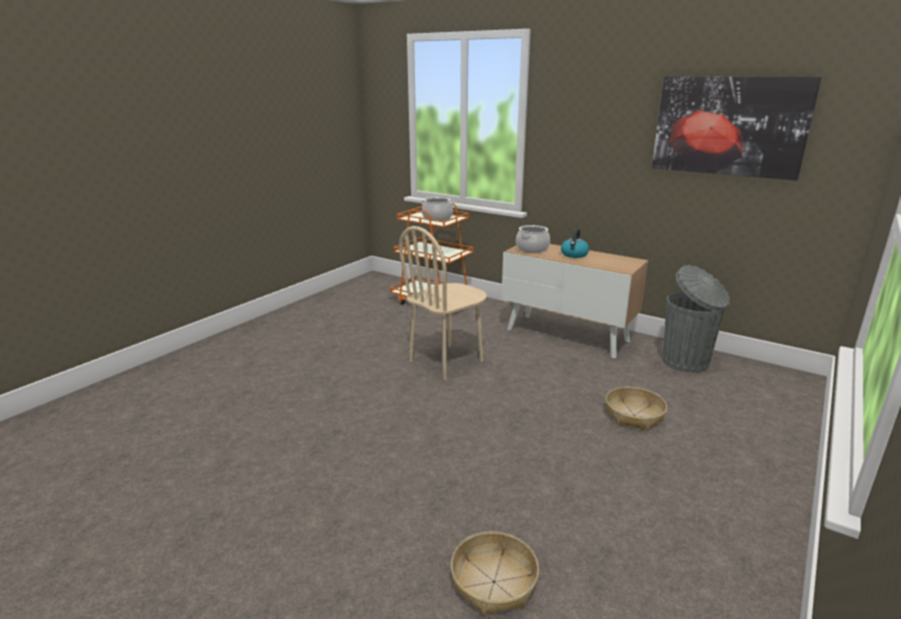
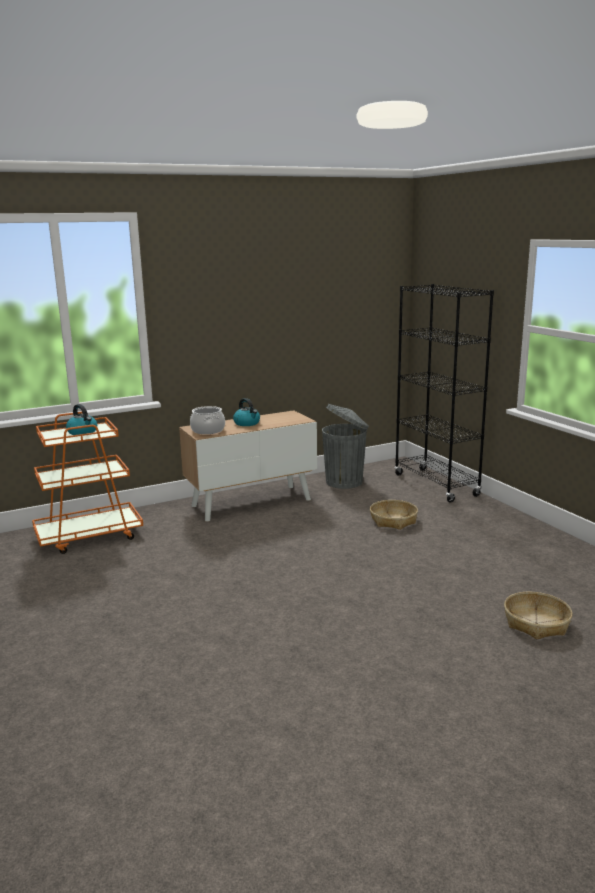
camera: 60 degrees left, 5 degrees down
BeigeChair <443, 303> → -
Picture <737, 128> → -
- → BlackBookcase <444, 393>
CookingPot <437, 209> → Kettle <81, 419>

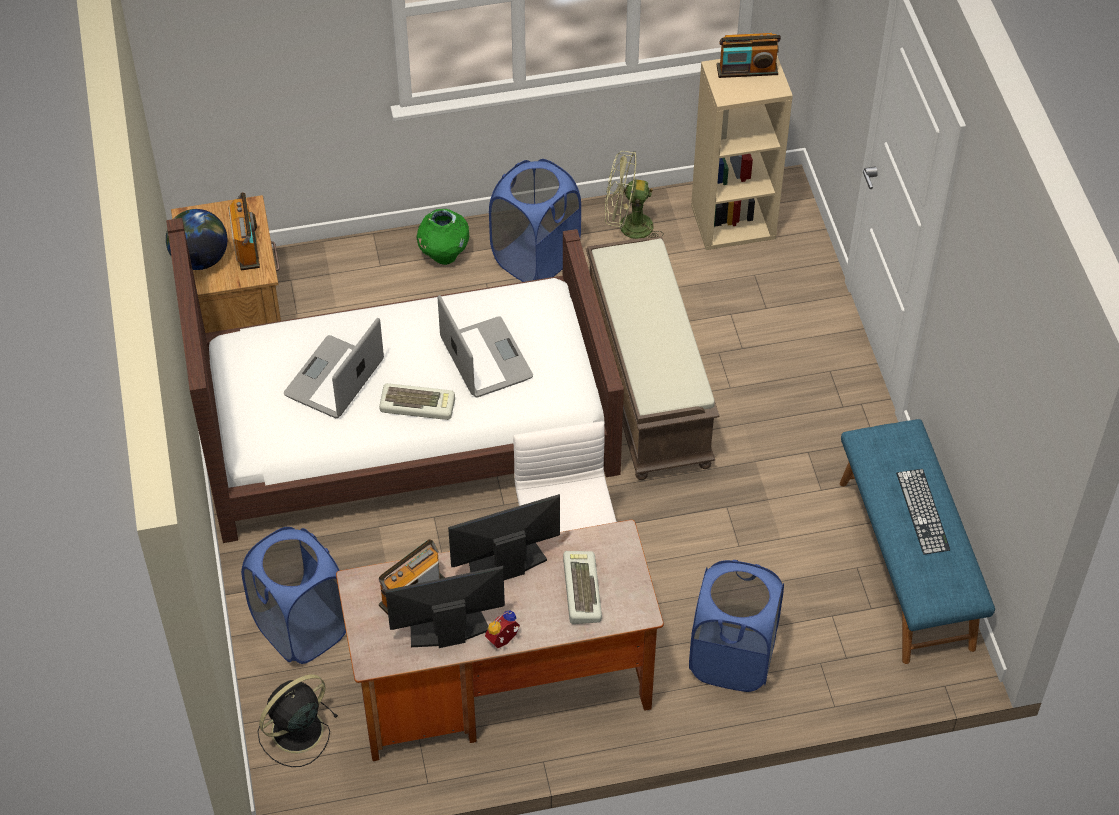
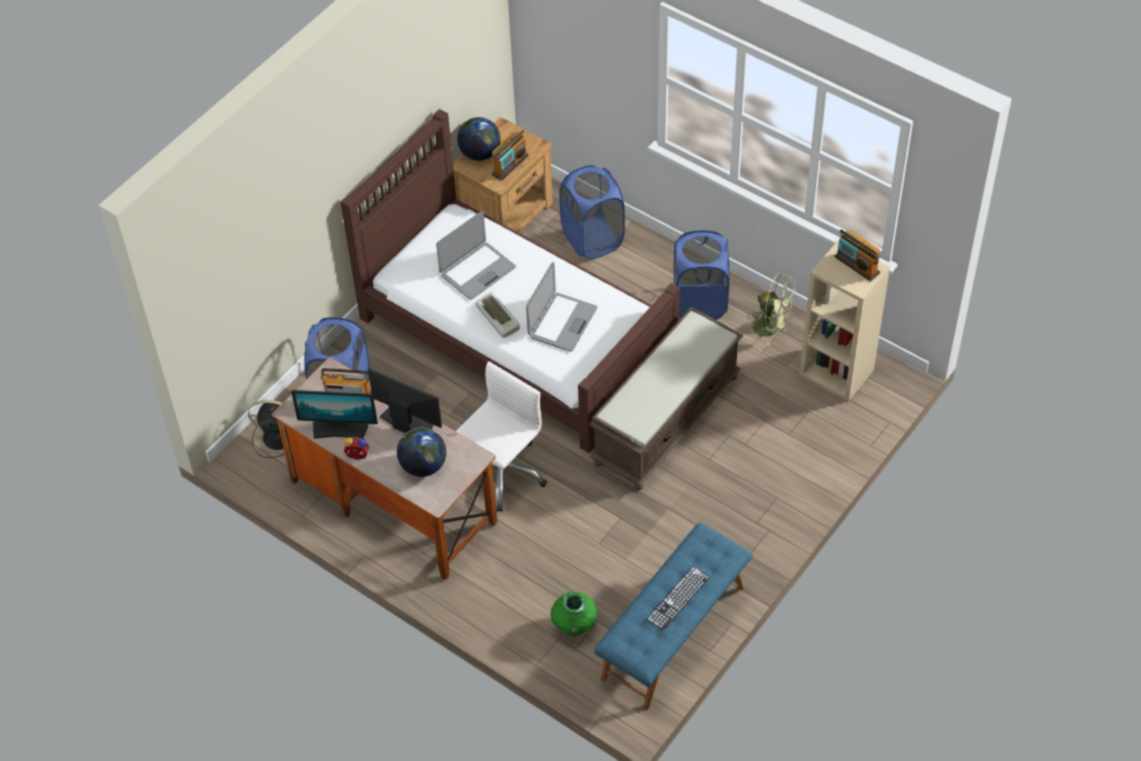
camera: 50 degrees right, 0 degrees up
GreenVase <443, 237> → GreenVase <573, 614>, move
BlueLaundryBasket <736, 626> → BlueLaundryBasket <592, 212>, move
Keyboard <582, 587> → Globe <421, 452>
Laptop <334, 368> → Laptop <476, 255>, 150 degrees clockwise
Monitor <445, 607> → Monitor <334, 414>, 150 degrees clockwise
GreenFan <634, 195> → GreenFan <773, 309>, 150 degrees clockwise

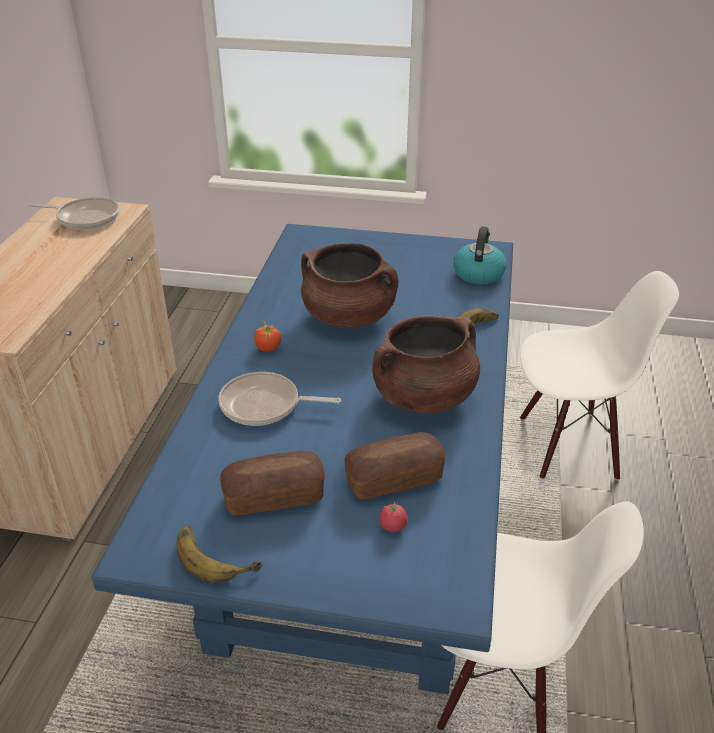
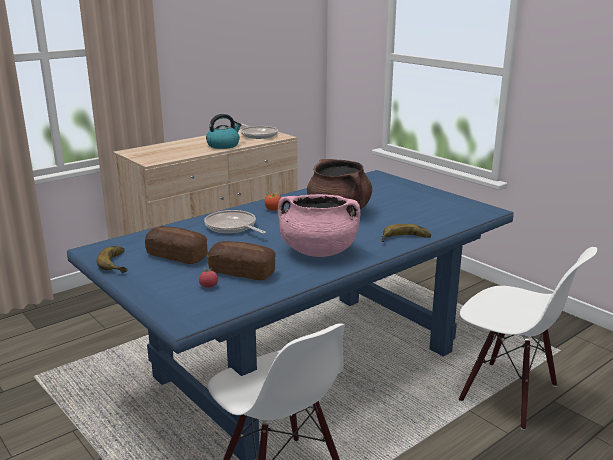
camera: 40 degrees right, 15 degrees down
Kettle <479, 255> → Kettle <224, 131>, move
BrownCookingPot <426, 364> → PinkCookingPot <319, 225>

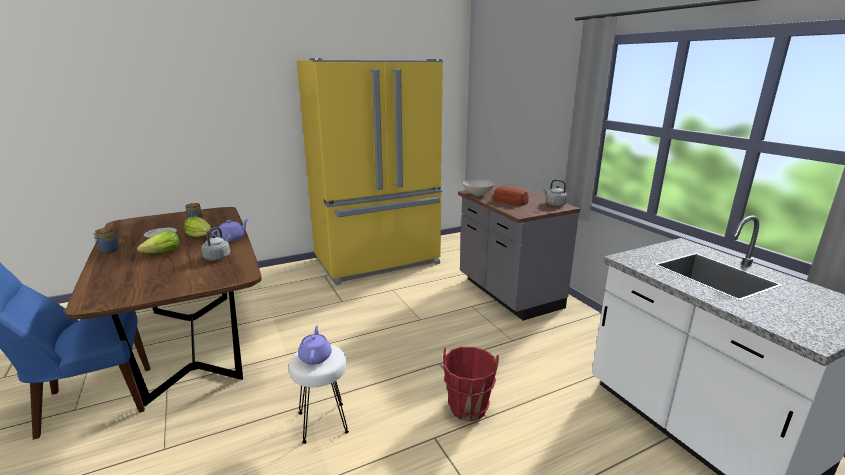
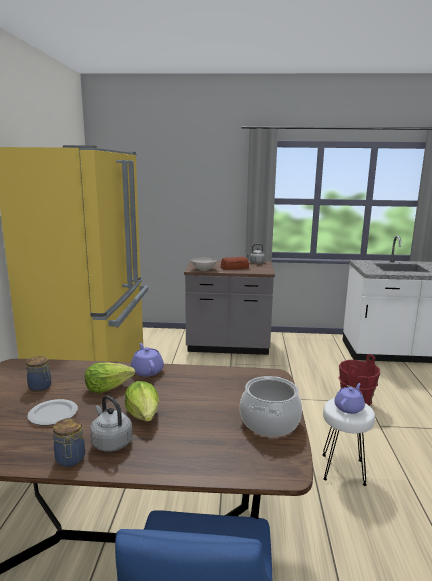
camera: 60 degrees left, 5 degrees down
- → CookingPot <271, 406>
GreyKettle <216, 244> → GreyKettle <111, 423>, move
PurpleTeapot <315, 345> → PurpleTeapot <349, 398>, 105 degrees clockwise

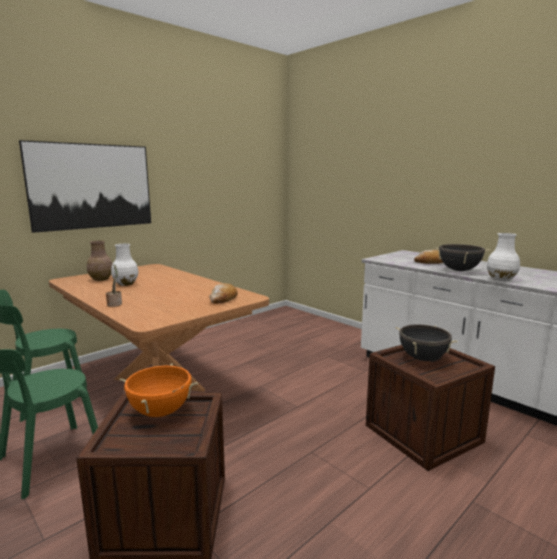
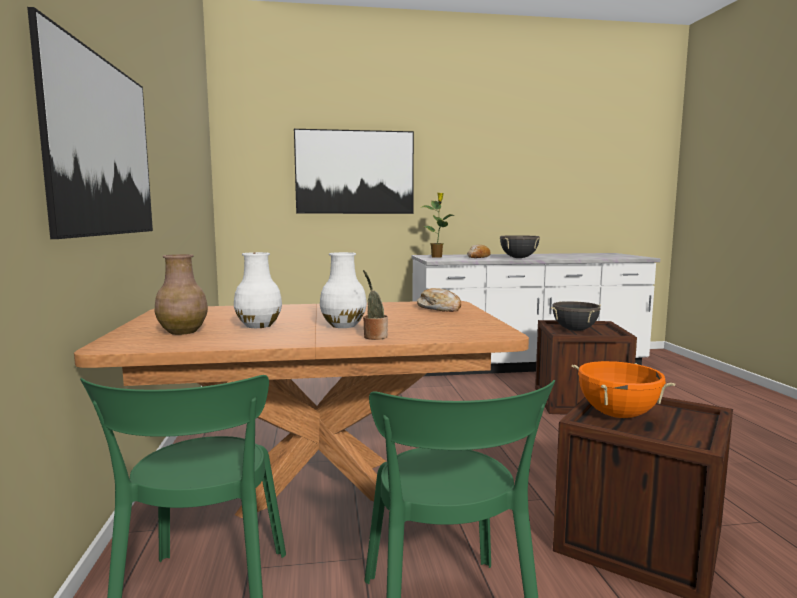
camera: 55 degrees left, 5 degrees down
- → Picture <354, 171>
- → PottedPlant <437, 225>
WhiteVase <503, 257> → WhiteVase <343, 290>, move

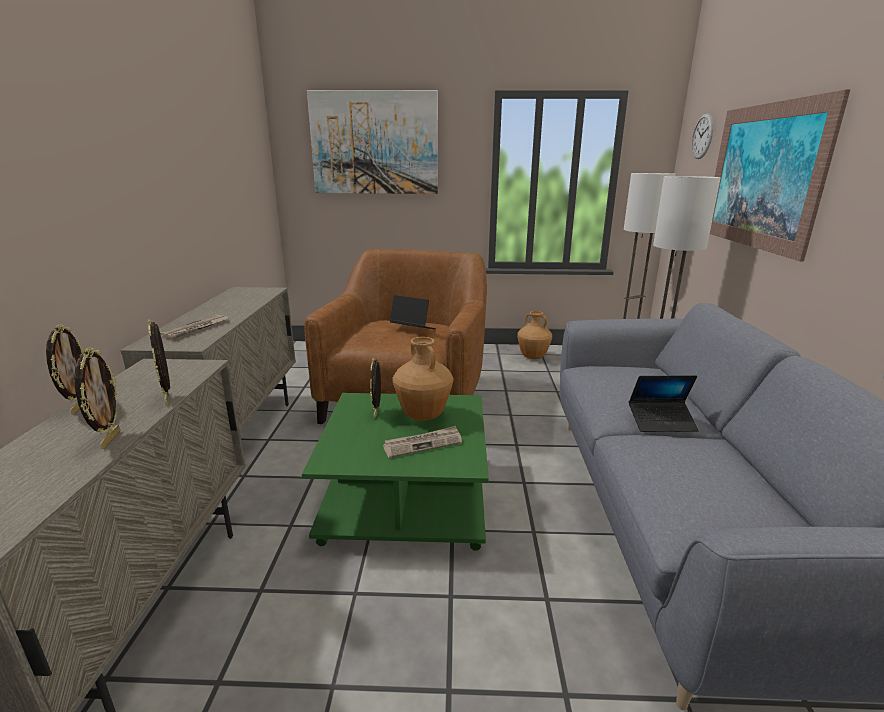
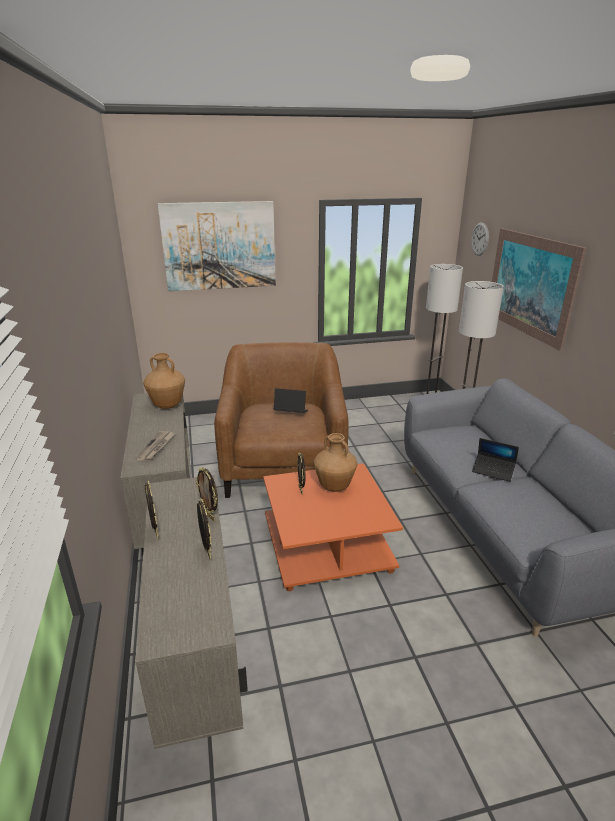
camera: 15 degrees left, 5 degrees up
Newspaper <422, 442> → -
BrownVase <534, 335> → BrownVase <164, 381>, move
GreenCoffeeTable <395, 472> → OrangeCoffeeTable <333, 527>
Laptop <664, 403> → Laptop <495, 460>, 45 degrees clockwise

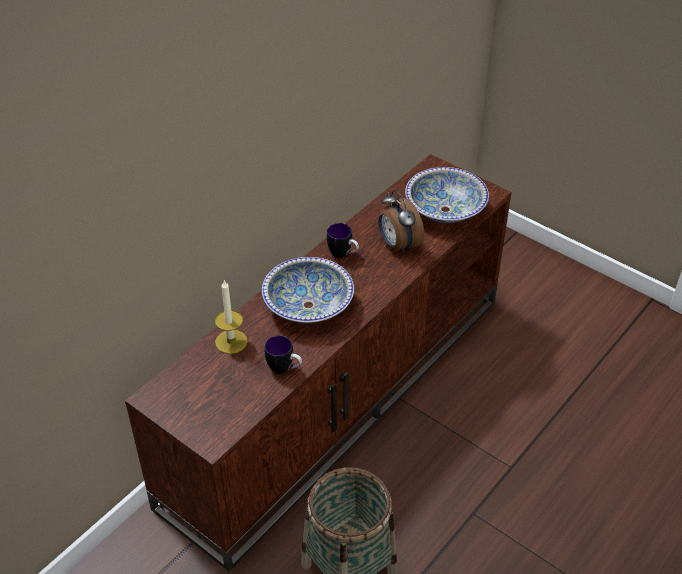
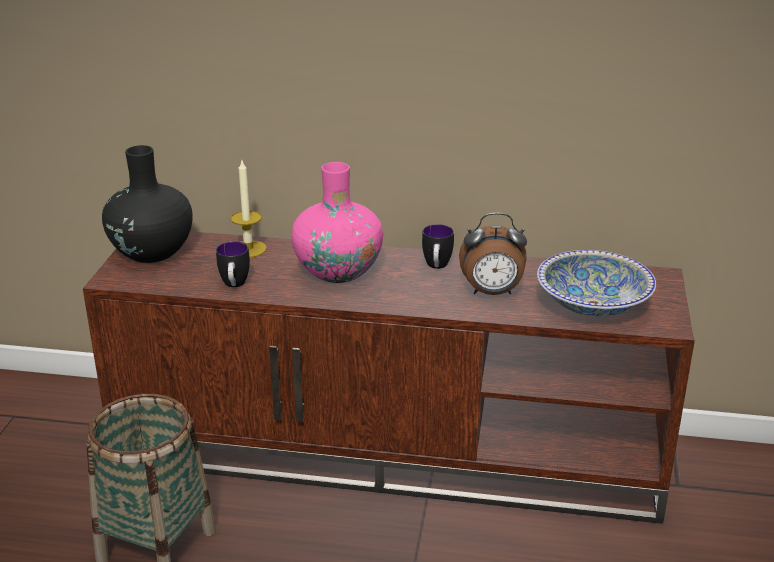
camera: 60 degrees right, 15 degrees down
- → BlackVase <147, 204>
Bowl <308, 290> → PinkVase <337, 222>
AlarmClock <401, 222> → AlarmClock <493, 254>, 120 degrees counterclockwise

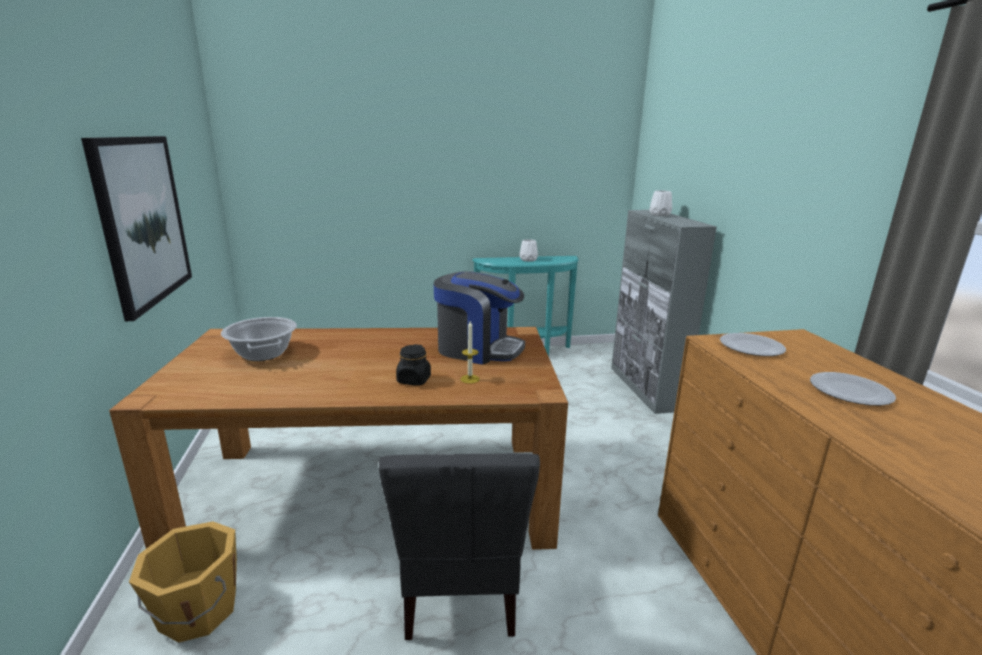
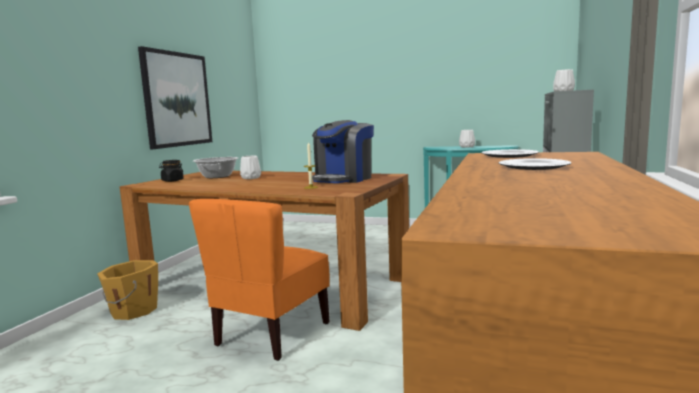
camera: 30 degrees right, 10 degrees down
- → WhiteVase <250, 167>
BlackJar <413, 365> → BlackJar <171, 171>, move
GreyChair <459, 546> → OrangeChair <259, 280>
CoffeeMachine <479, 318> → CoffeeMachine <343, 151>, 75 degrees clockwise

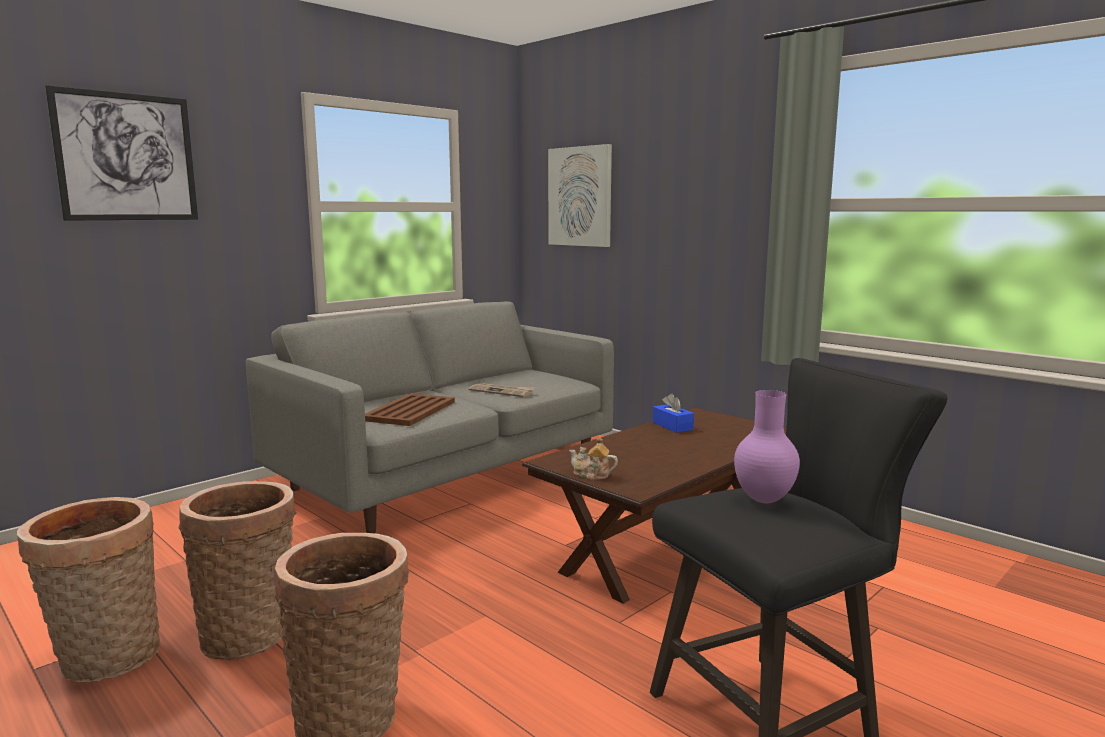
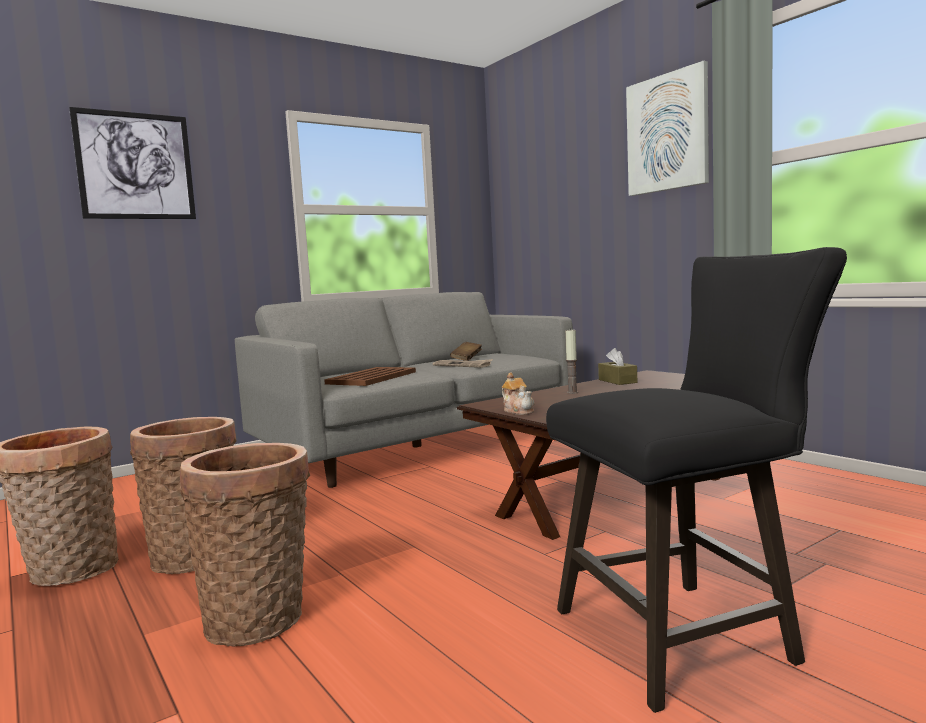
camera: 10 degrees right, 5 degrees down
PurpleVase <767, 446> → -
- → BrownBook <466, 351>
- → Candle <571, 361>
Picture <580, 195> → Picture <667, 128>, move
BlueTissueBox <673, 413> → BrownTissueBox <617, 366>
Teapot <593, 458> → Teapot <518, 393>, 150 degrees counterclockwise

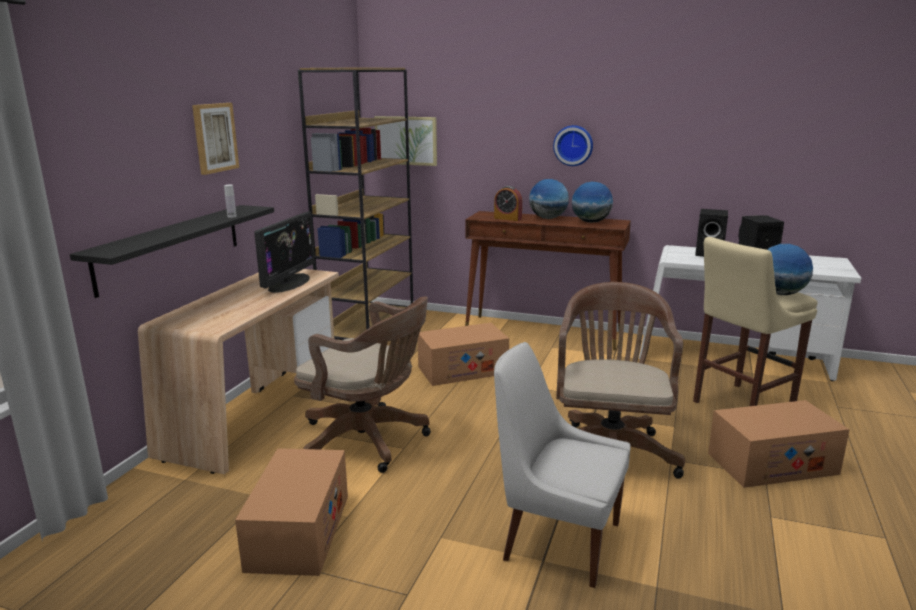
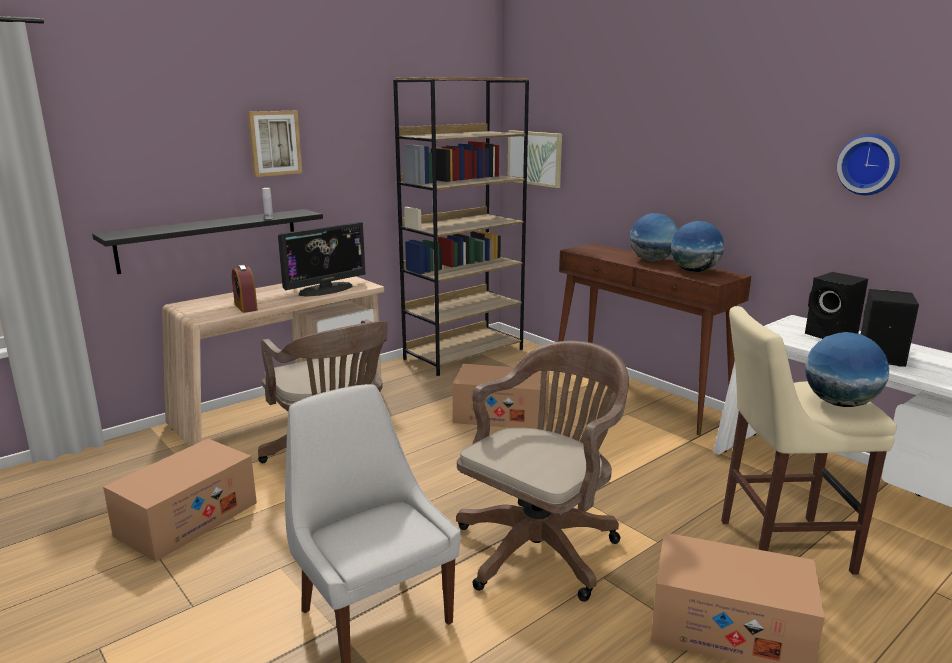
camera: 30 degrees right, 0 degrees up
AlarmClock <508, 203> → AlarmClock <245, 289>, move
WallClock <573, 145> → WallClock <868, 164>, move

